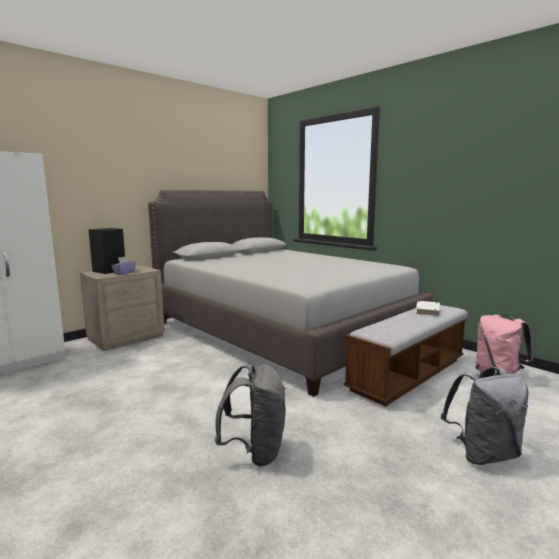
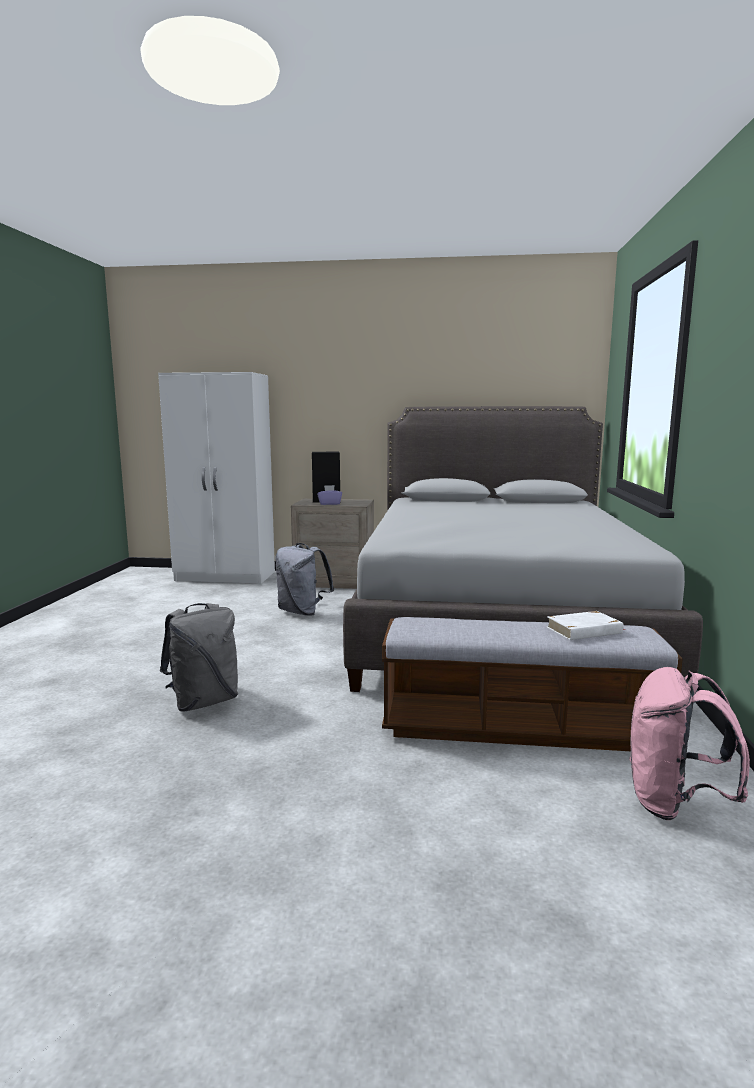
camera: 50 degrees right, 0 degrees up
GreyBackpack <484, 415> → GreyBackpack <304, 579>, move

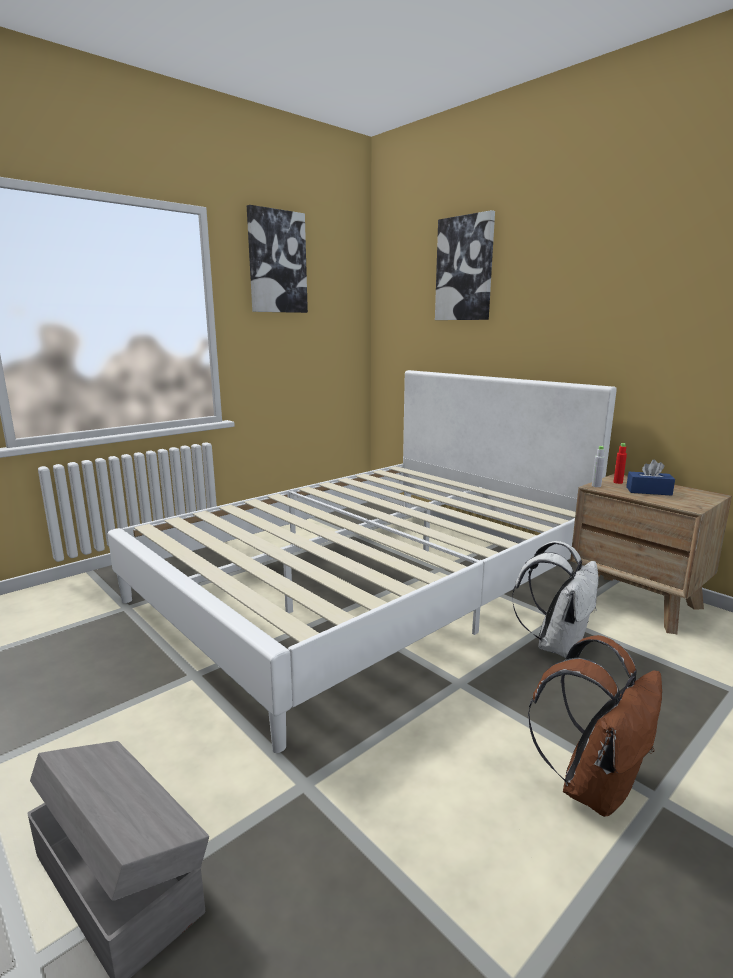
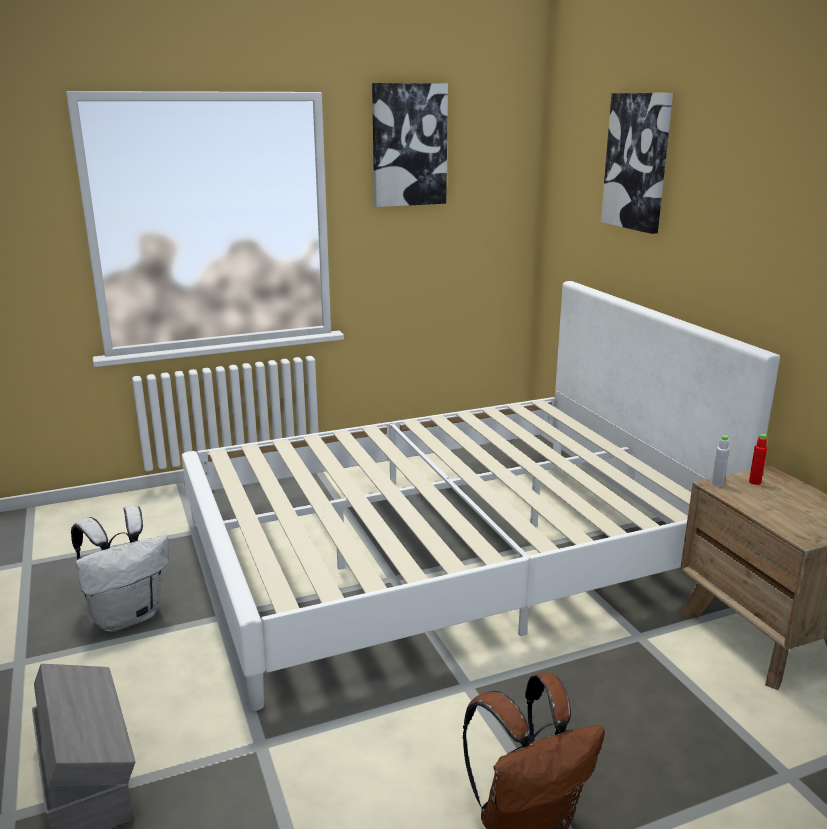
camera: 20 degrees right, 5 degrees up
BlueTissueBox <650, 478> → -
WhiteBackpack <555, 599> → WhiteBackpack <120, 569>, move

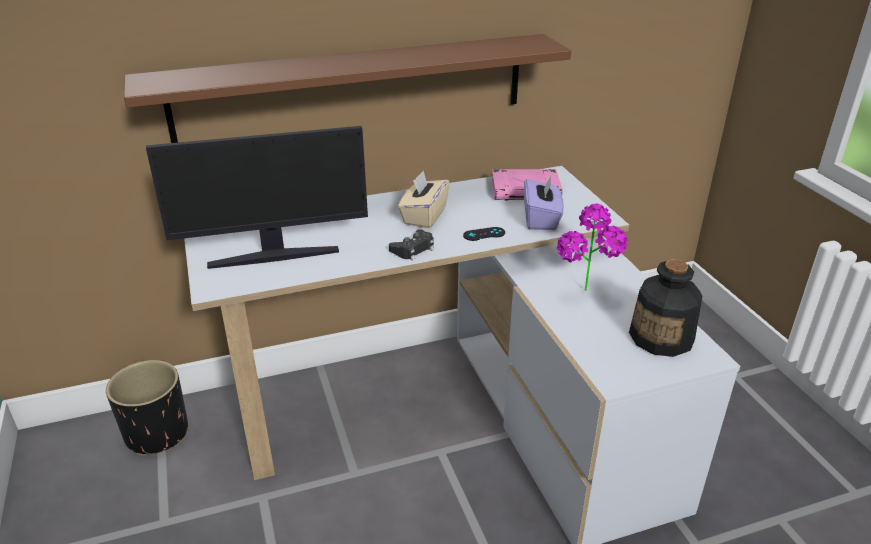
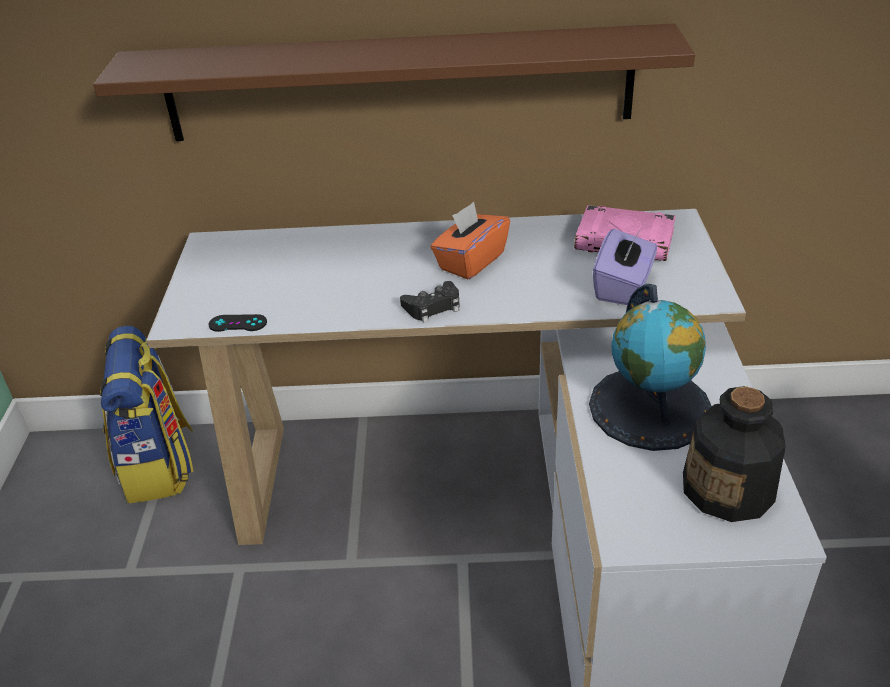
camera: 20 degrees right, 5 degrees up
Monitor <257, 197> → -
BlackGameController <484, 234> → BlackGameController <237, 323>, move
BlackPlanter <147, 408> → Backpack <147, 414>
PottedPlant <592, 247> → Globe <650, 367>
BeigeTissueBox <424, 199> → OrangeTissueBox <470, 240>

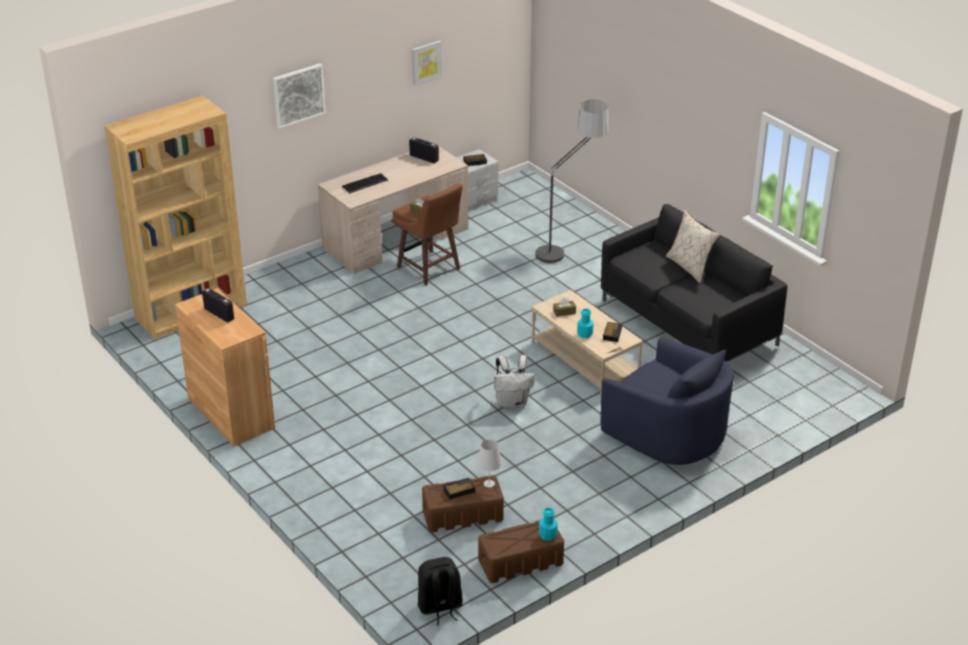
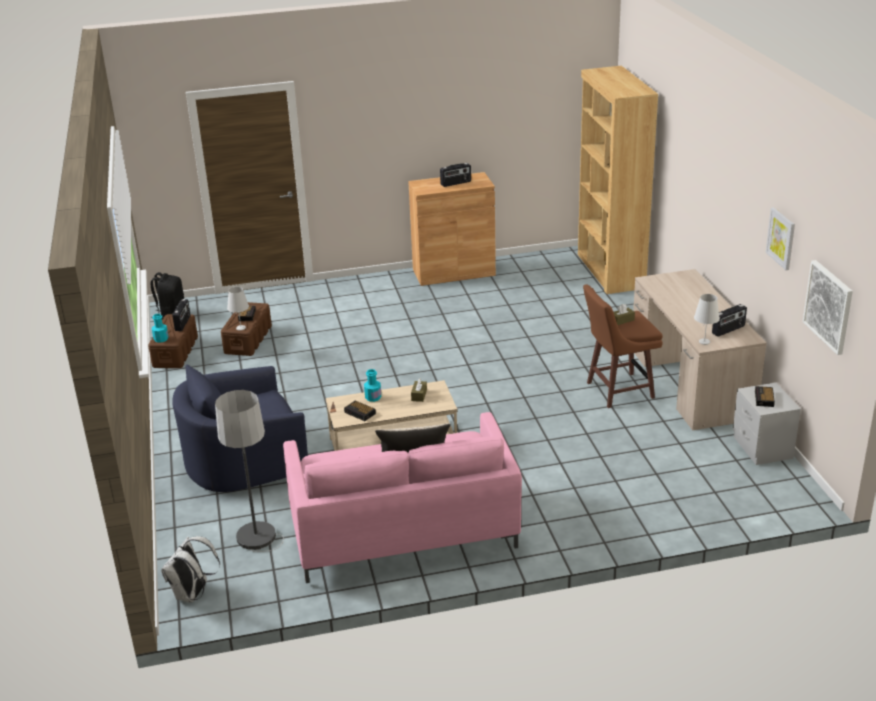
camera: 115 degrees right, 5 degrees down
Keyboard <365, 183> → -
- → Radio <181, 315>
- → WhiteTableLamp <707, 319>
Picture <299, 96> → Picture <828, 307>, move
WhiteBackpack <514, 381> → WhiteBackpack <190, 569>, move
FloorLamp <571, 182> → FloorLamp <249, 471>, move
BlackSofa <694, 283> → PinkSofa <402, 497>

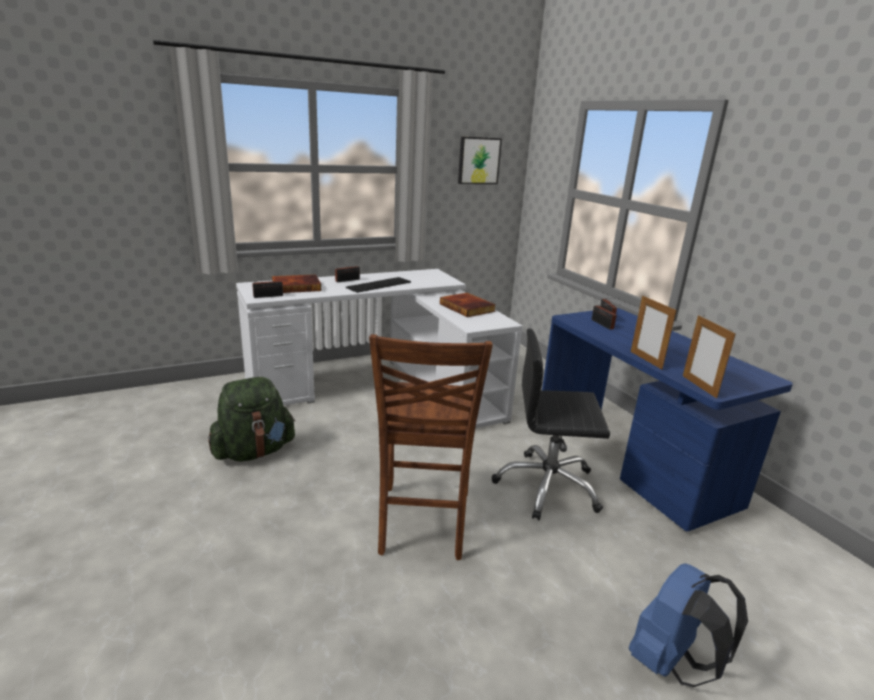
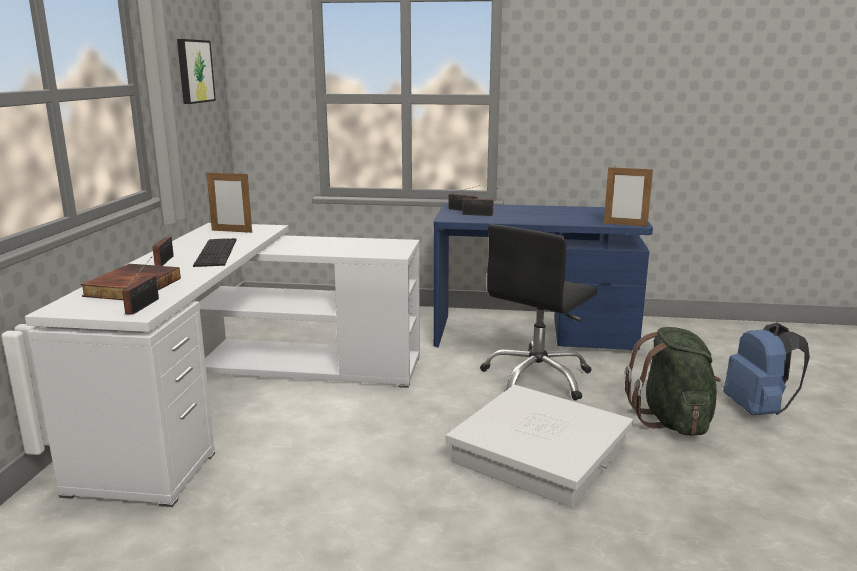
camera: 55 degrees left, 5 degrees down
Book <468, 305> → -
GreenBackpack <251, 419> → GreenBackpack <673, 381>, move
PictureFrame <653, 333> → PictureFrame <229, 202>, move
BrownChair <431, 447> → WhiteStorageBox <539, 446>

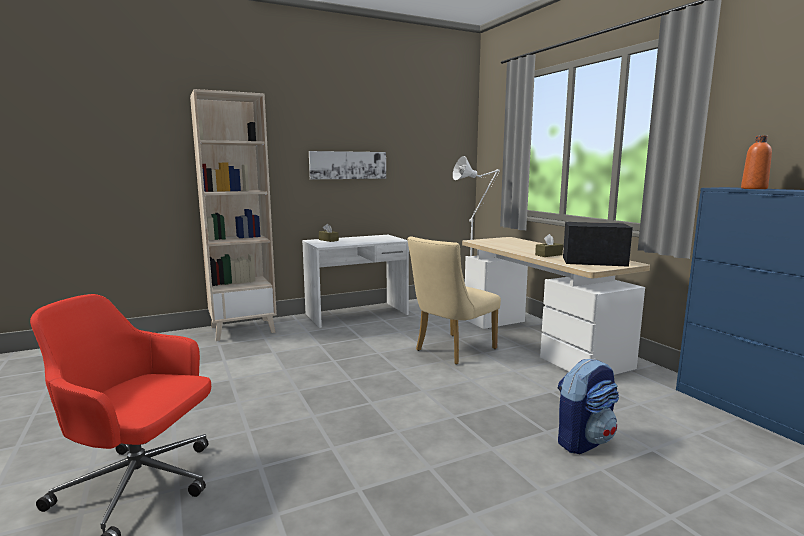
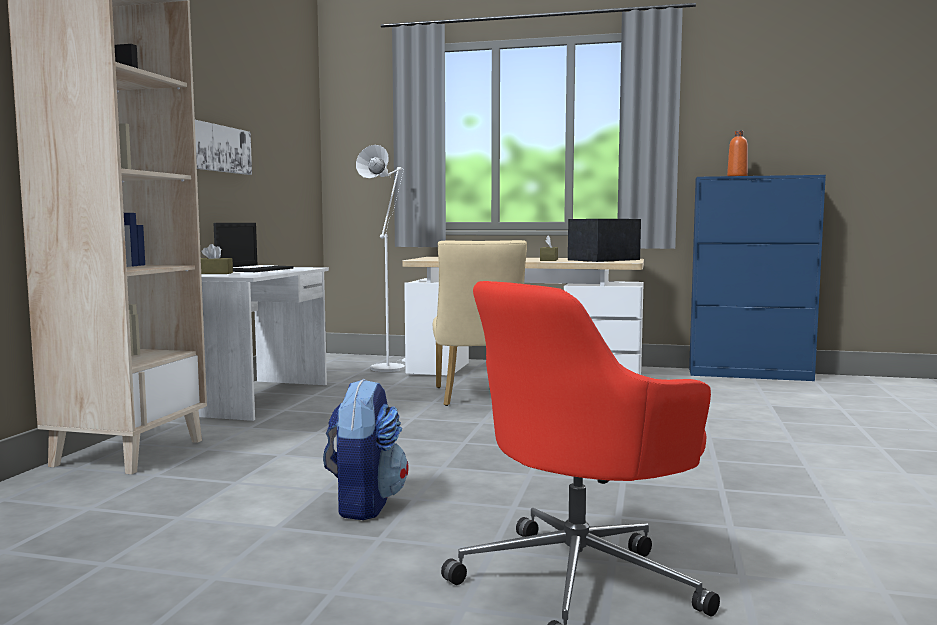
camera: 50 degrees left, 5 degrees down
- → Laptop <254, 247>
Backpack <588, 406> → Backpack <366, 449>, move

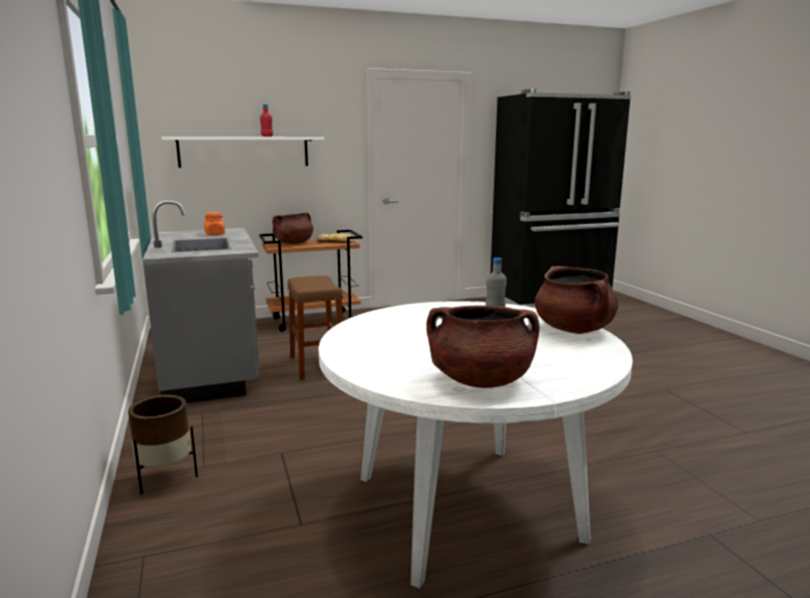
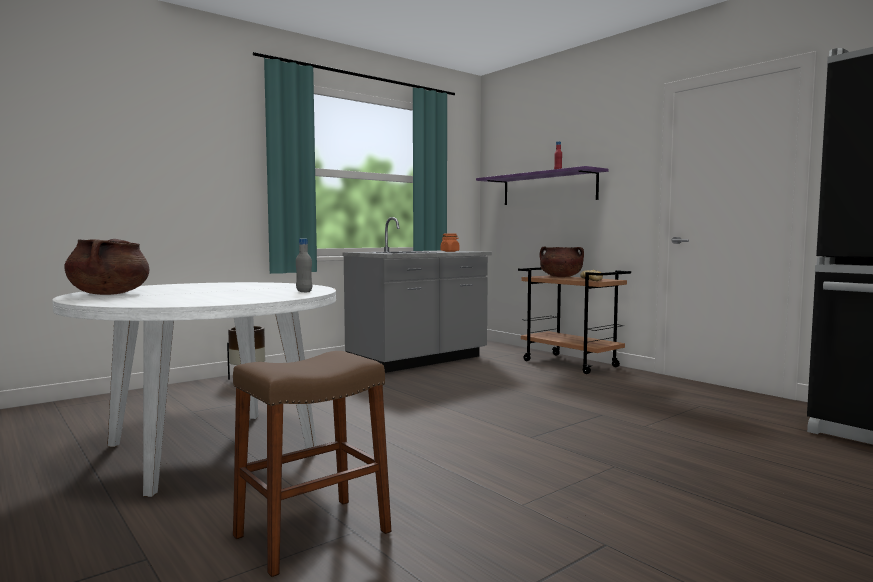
camera: 70 degrees right, 10 degrees down
BrownCookingPot <576, 300> → -
BrownStool <315, 327> → BrownStool <312, 464>, move
WhiteShelf <243, 152> → PurpleShelf <542, 185>

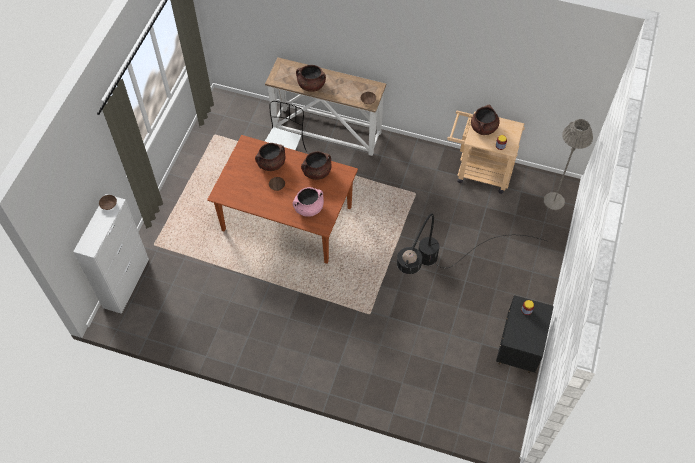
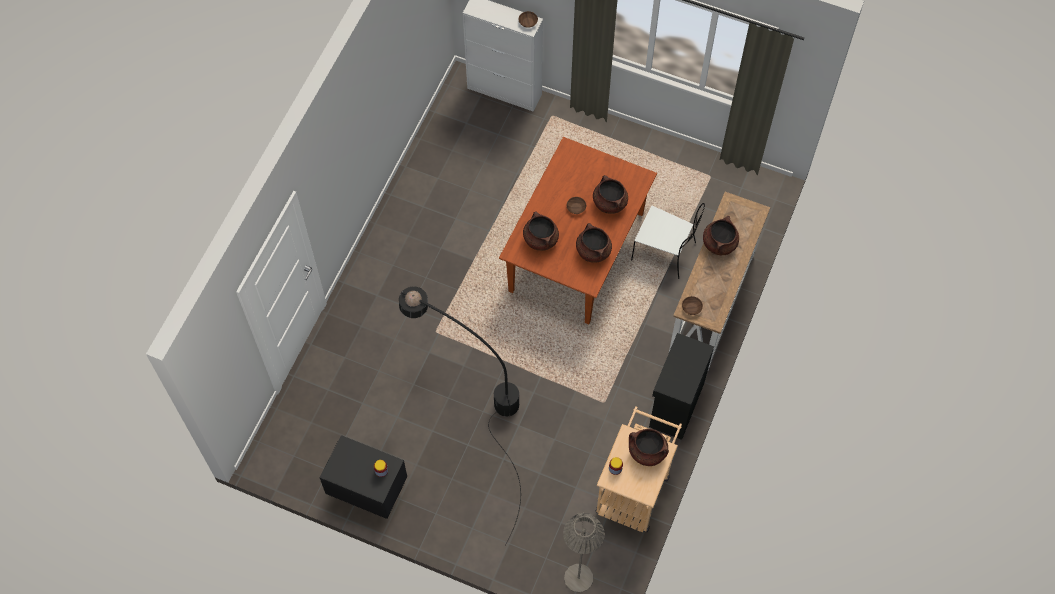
camera: 95 degrees right, 5 degrees up
- → BlackCabinet <681, 386>
PinkCookingPot <308, 202> → BrownCookingPot <541, 231>

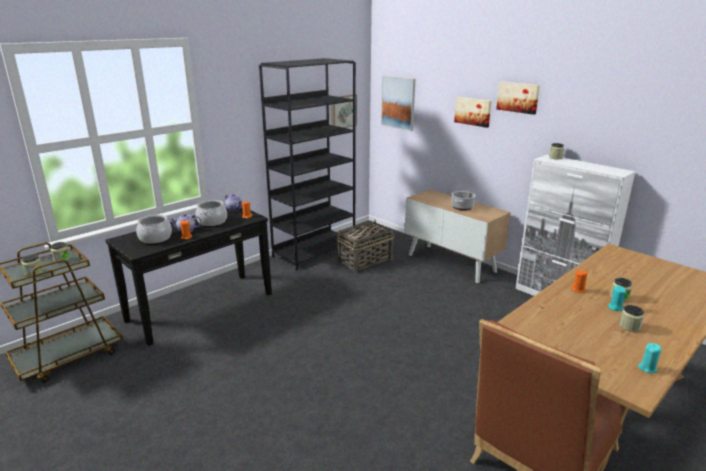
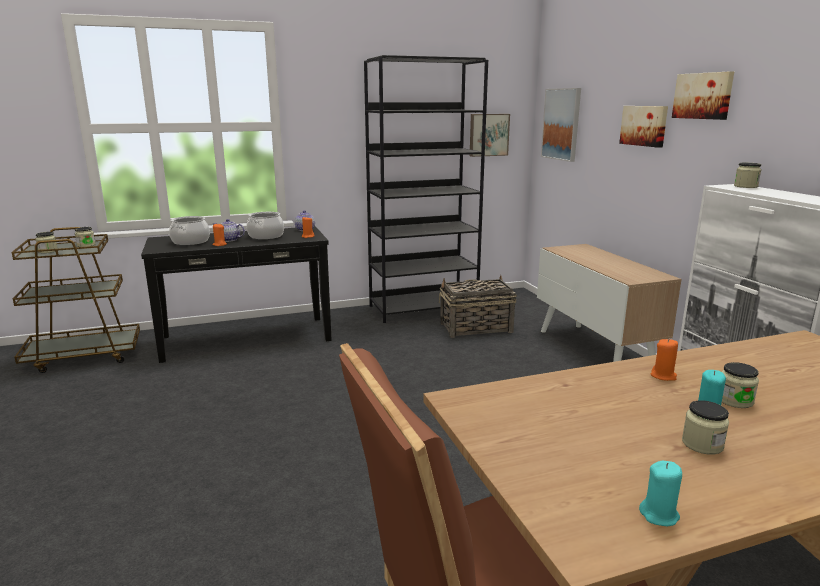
camera: 25 degrees right, 5 degrees down
CookingPot <463, 200> → -

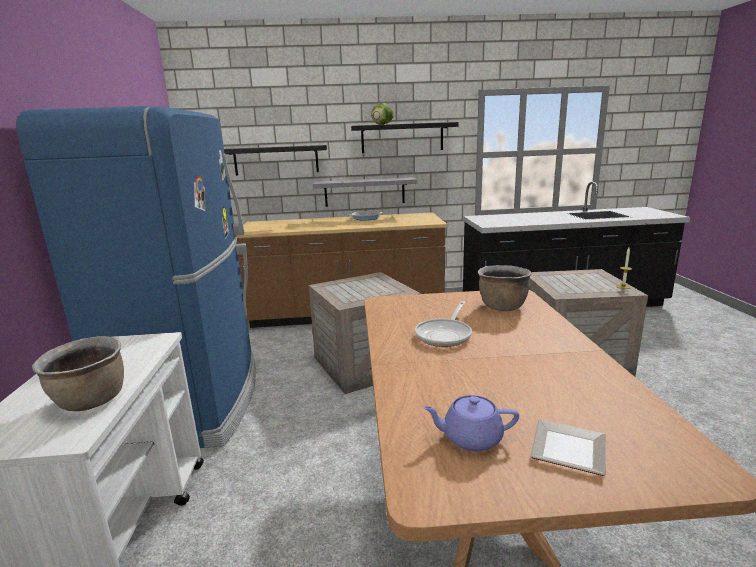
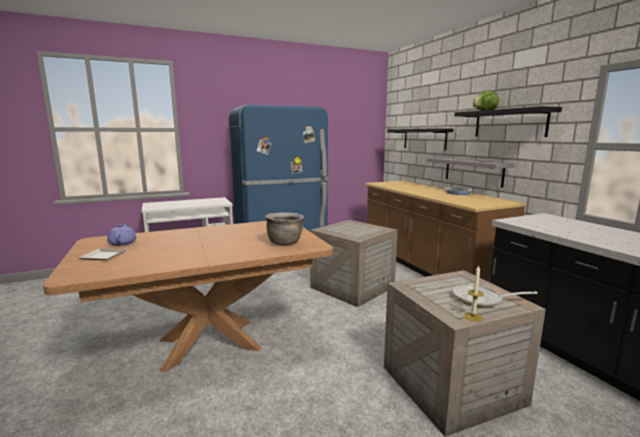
camera: 70 degrees right, 5 degrees down
BrownCookingPot <78, 373> → -
FryingPan <443, 324> → FryingPan <495, 296>, move

